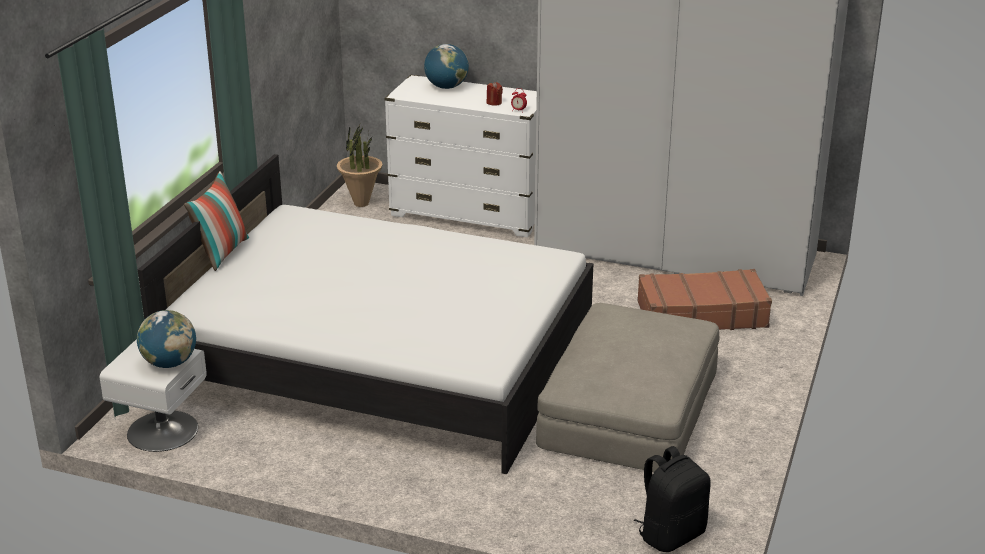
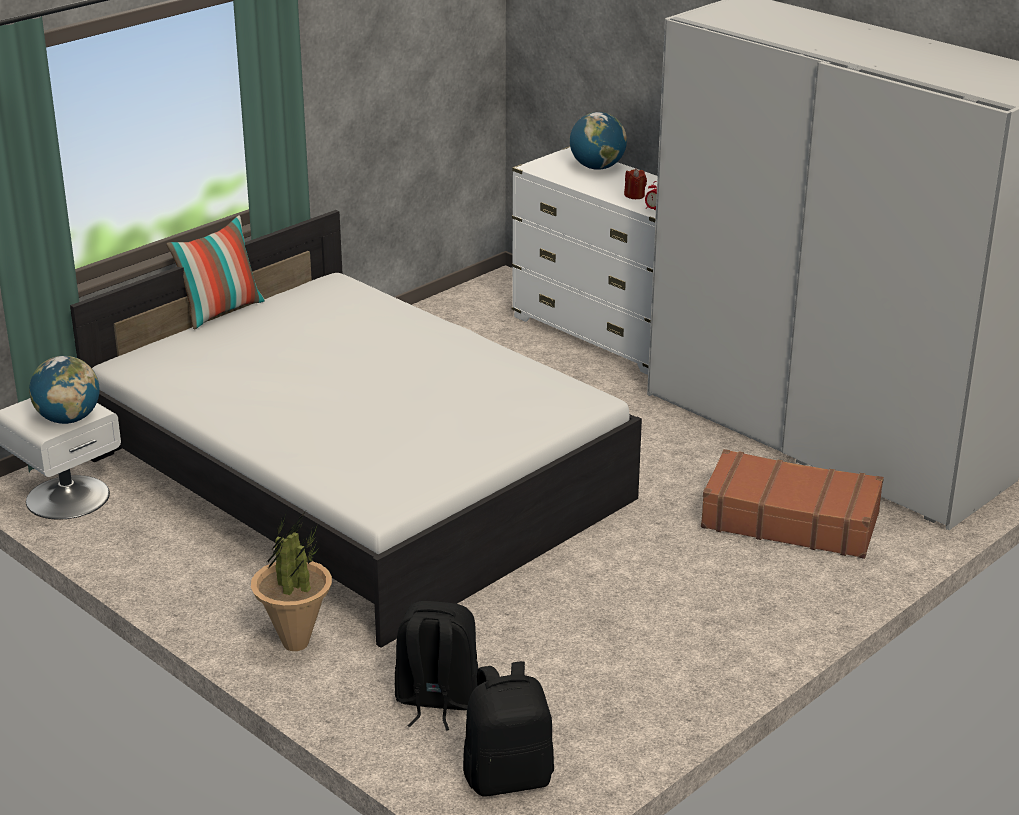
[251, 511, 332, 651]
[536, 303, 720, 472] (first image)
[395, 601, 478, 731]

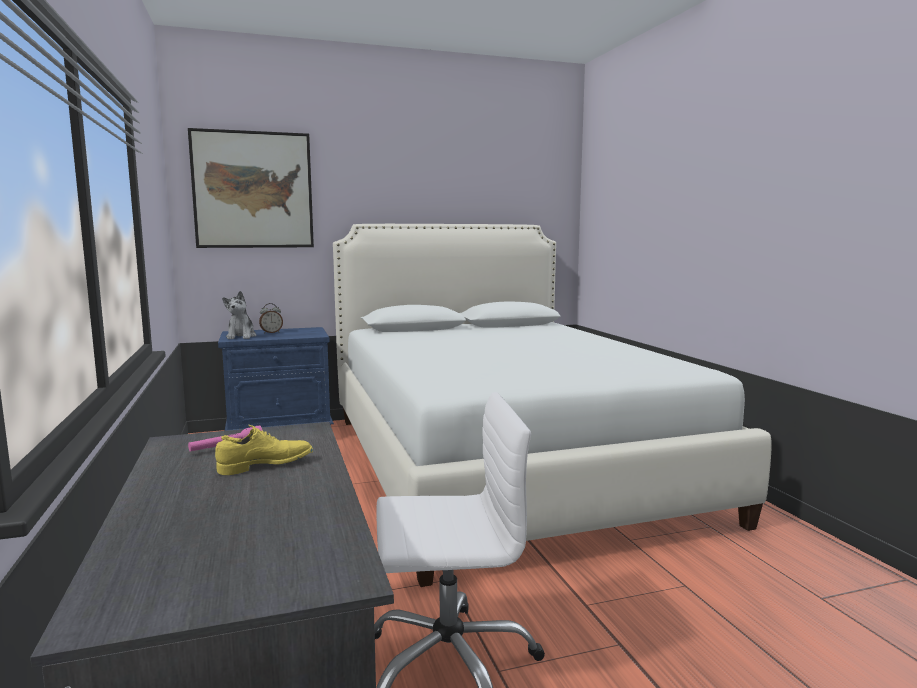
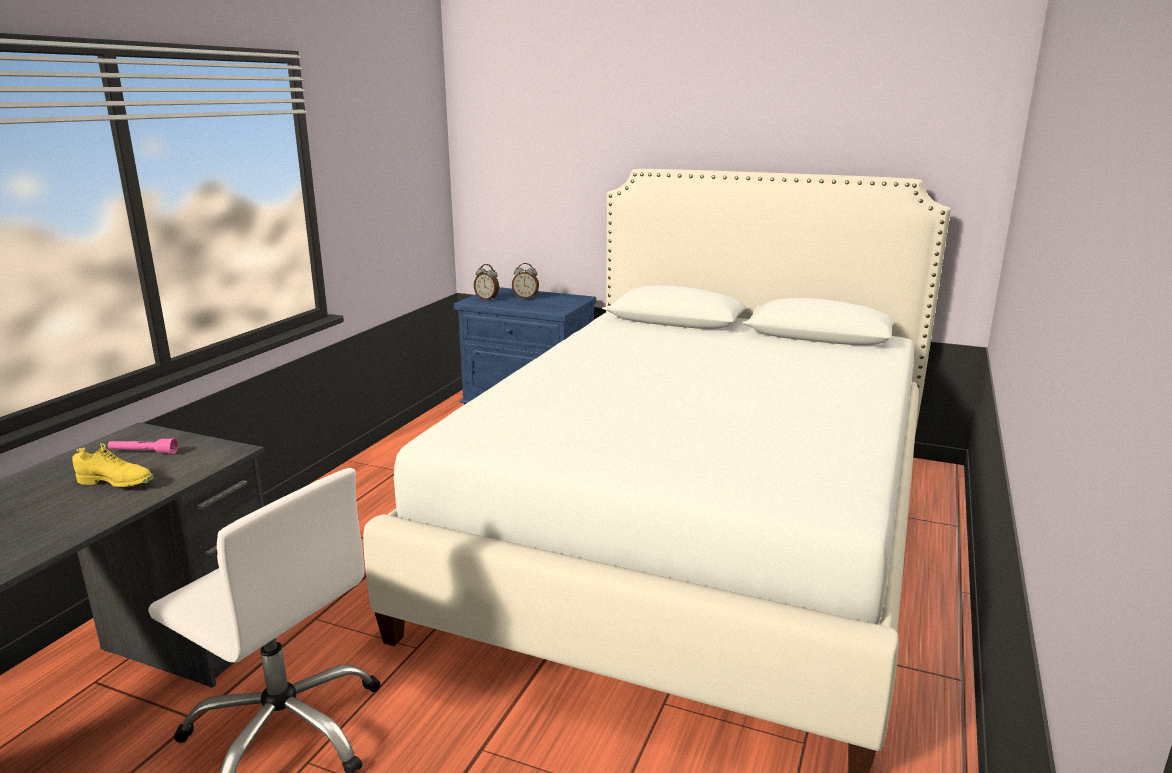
[188, 128, 314, 248] (first image)
[474, 264, 499, 301]

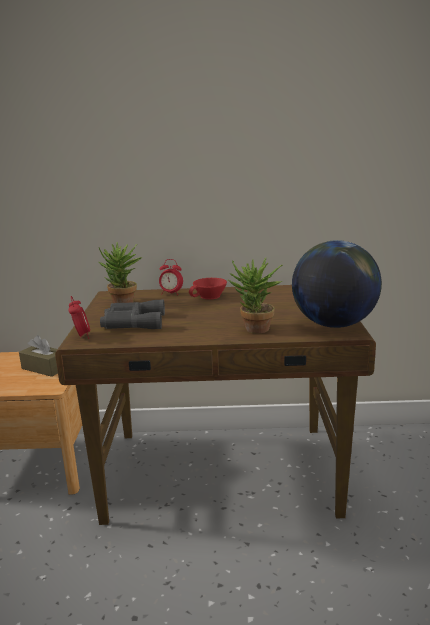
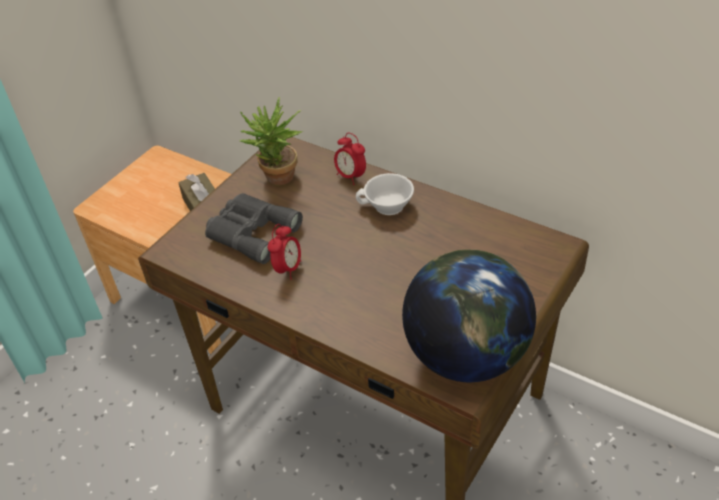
[228, 258, 283, 334] (first image)
[356, 173, 414, 215]
[268, 224, 301, 280]

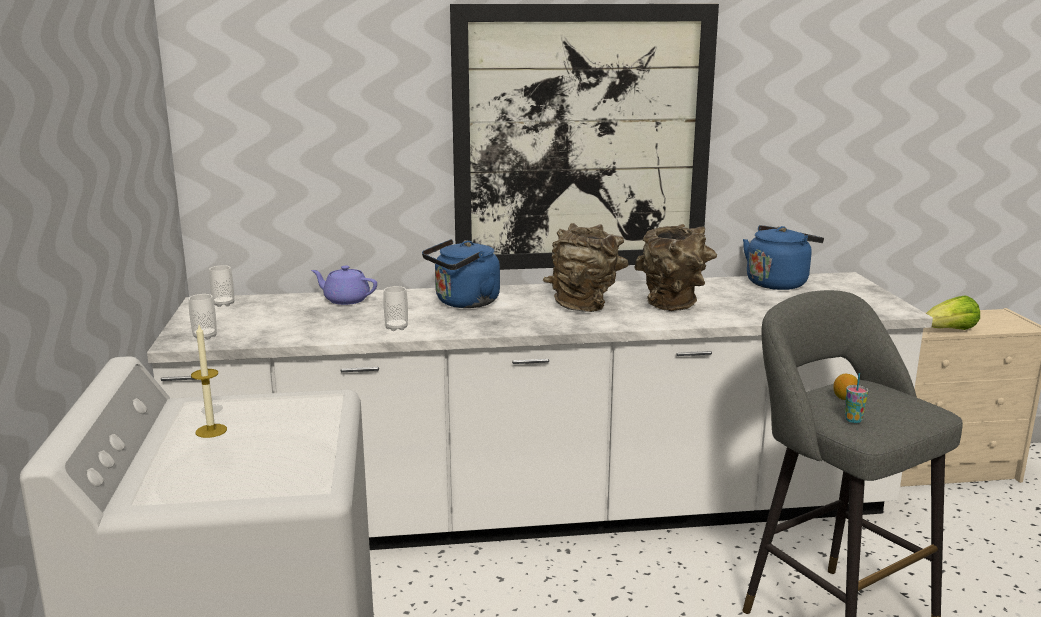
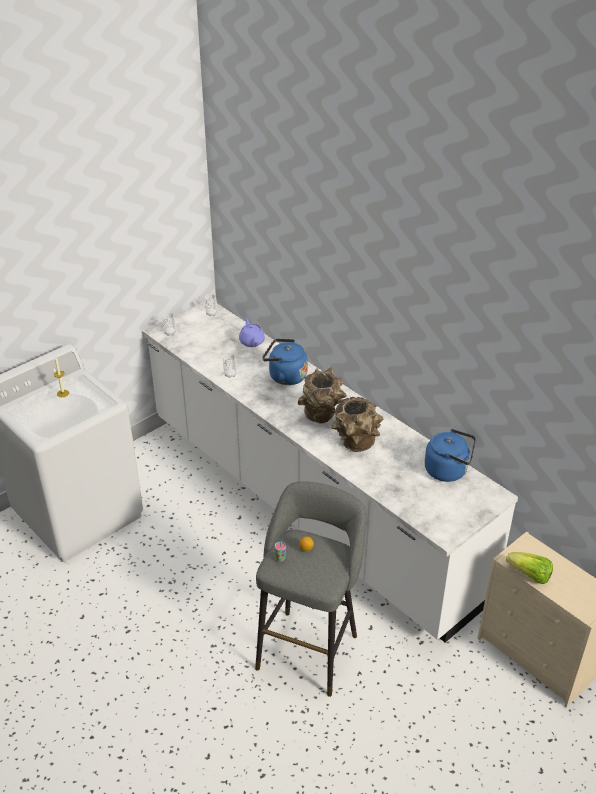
[450, 4, 719, 270] (first image)

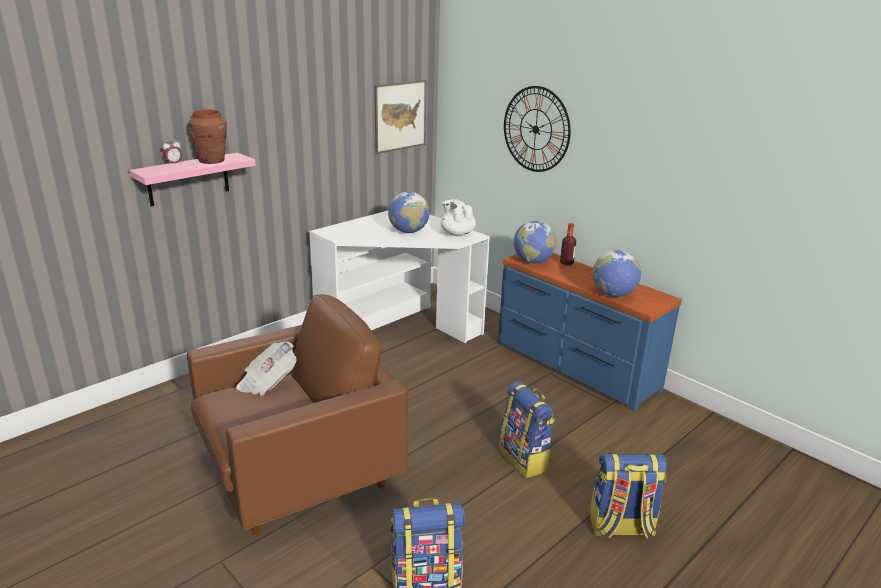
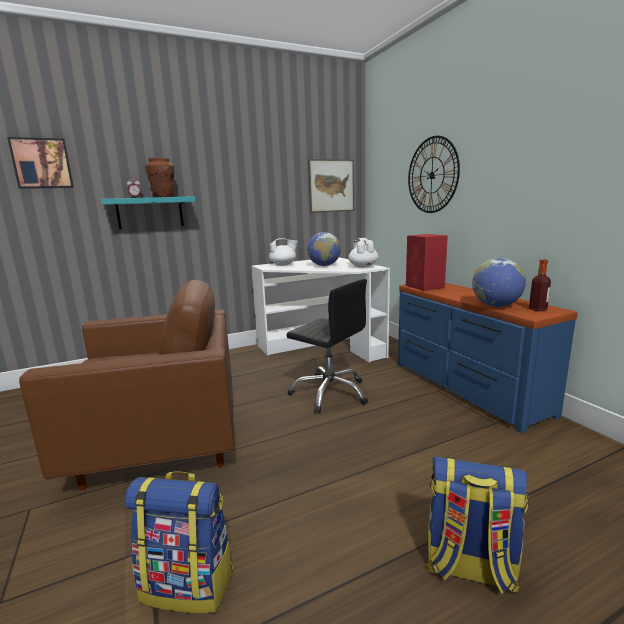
[101, 196, 196, 229]
[406, 234, 448, 291]
[529, 259, 551, 311]
[236, 341, 297, 395] (first image)
[499, 381, 555, 478] (first image)
[7, 137, 74, 189]
[269, 238, 298, 266]
[286, 279, 368, 413]

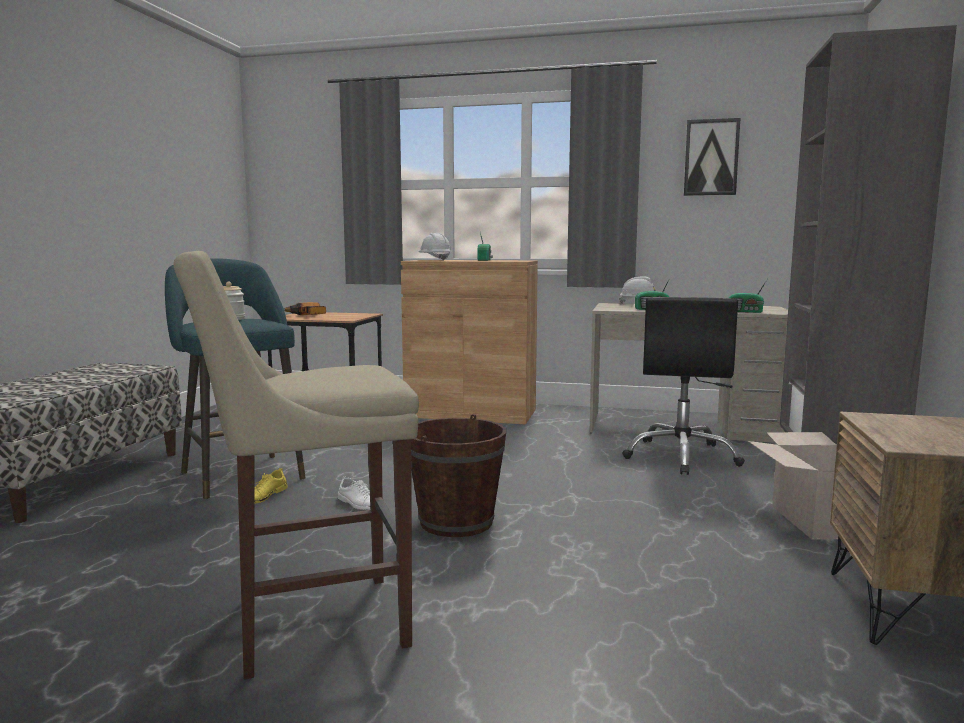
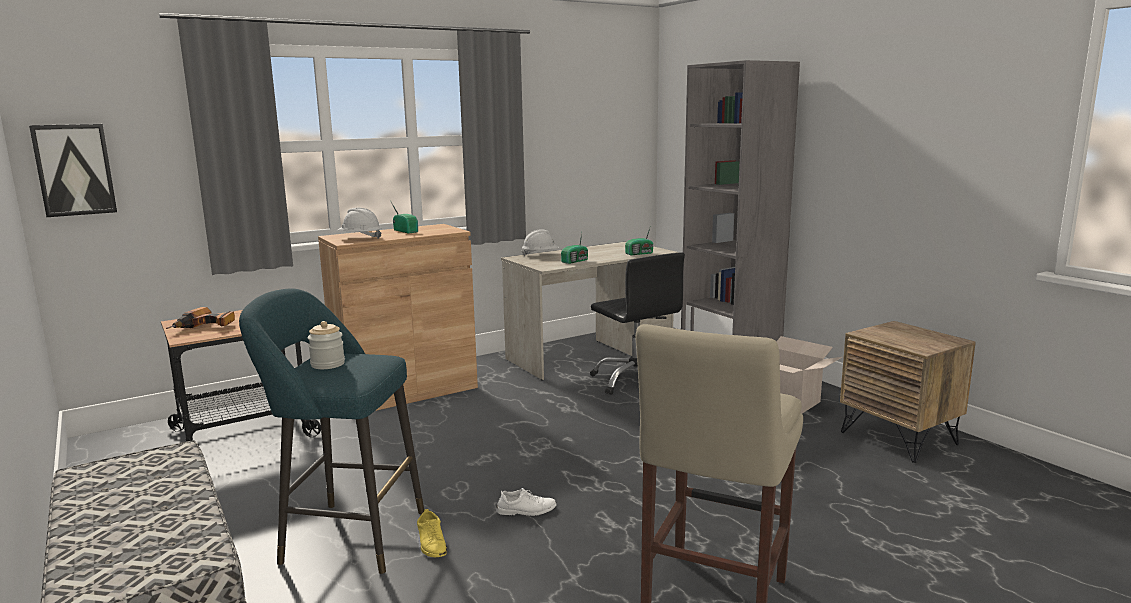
[29, 124, 117, 217]
[411, 414, 506, 537] (first image)

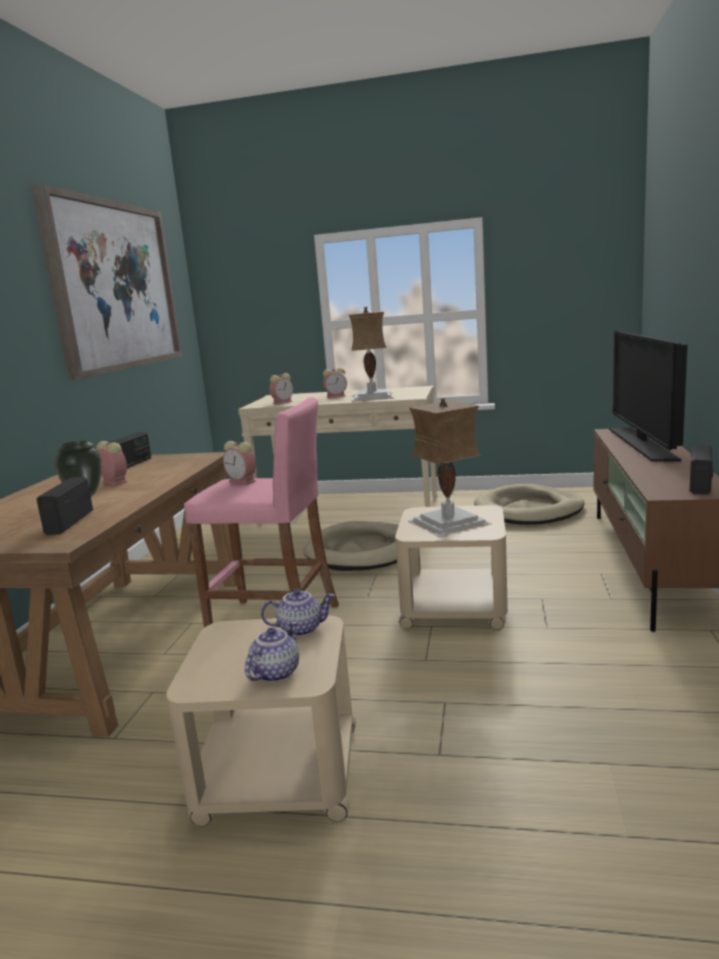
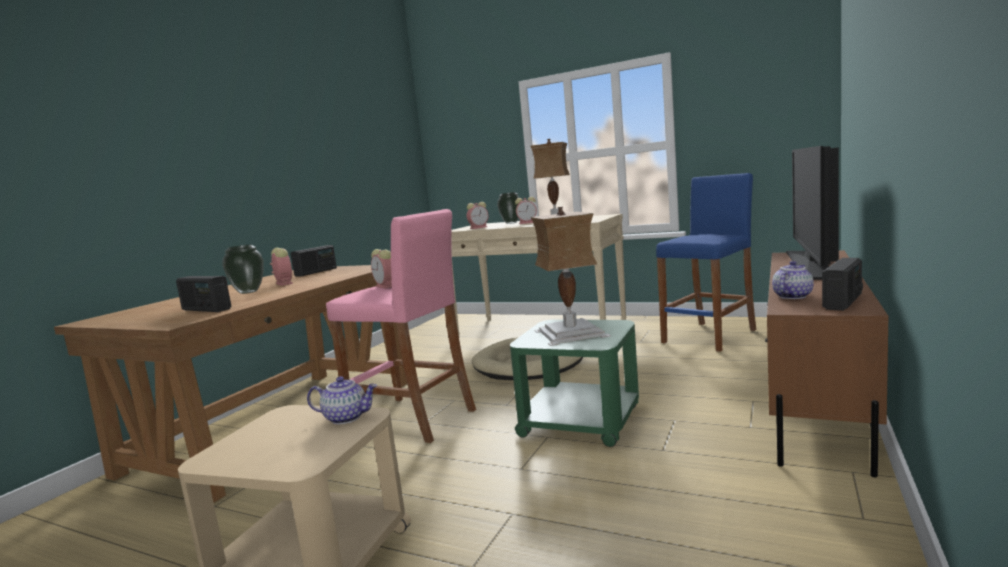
[31, 184, 182, 380] (first image)
[176, 276, 232, 312]
[656, 173, 756, 352]
[510, 319, 639, 447]
[772, 261, 814, 299]
[497, 192, 520, 224]

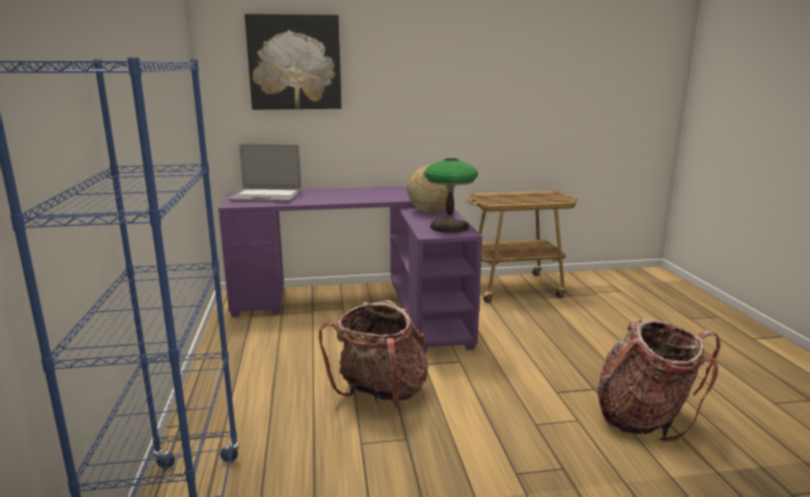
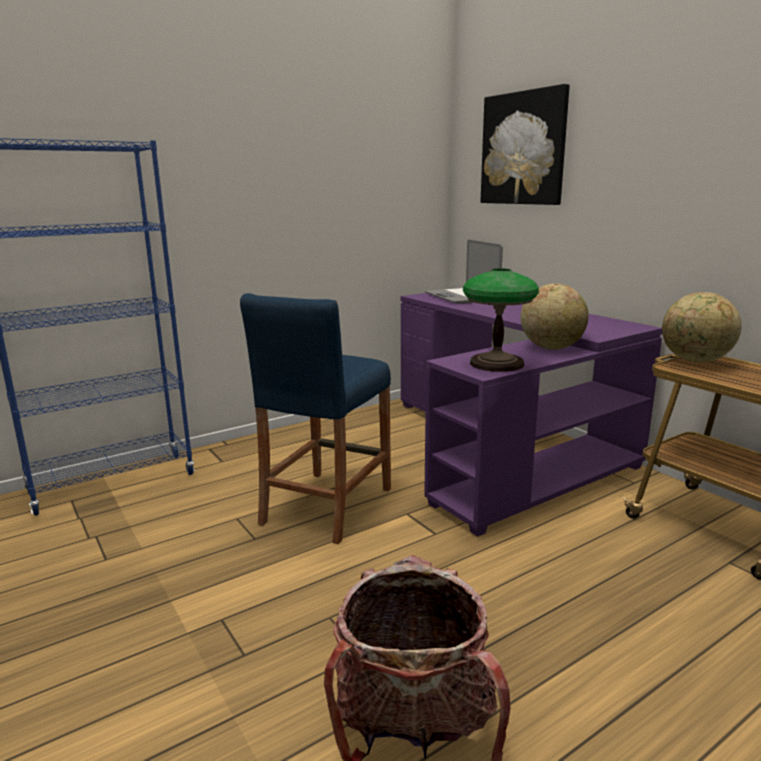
[240, 293, 391, 544]
[662, 292, 742, 362]

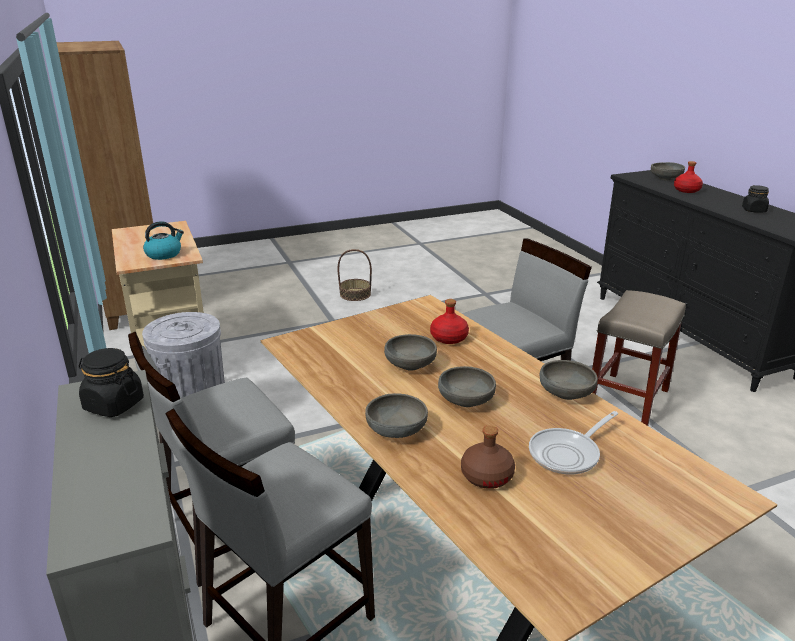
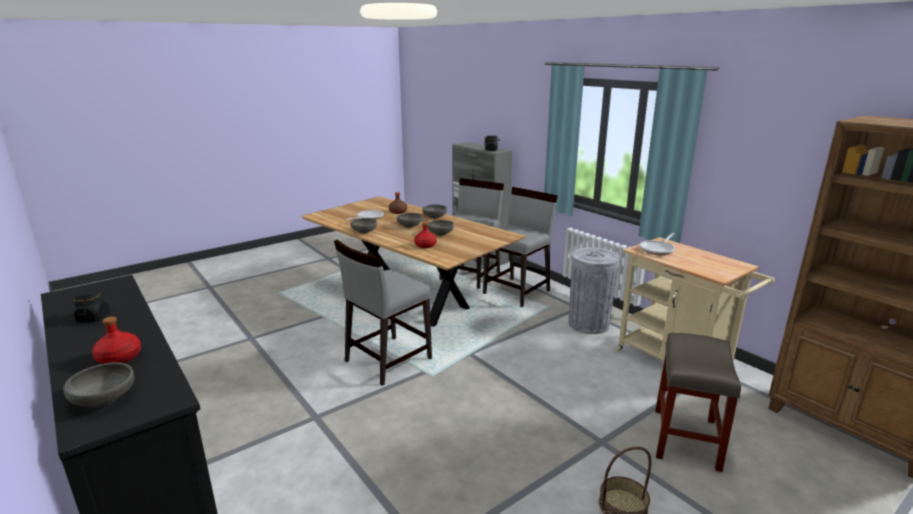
[640, 233, 675, 255]
[655, 333, 741, 472]

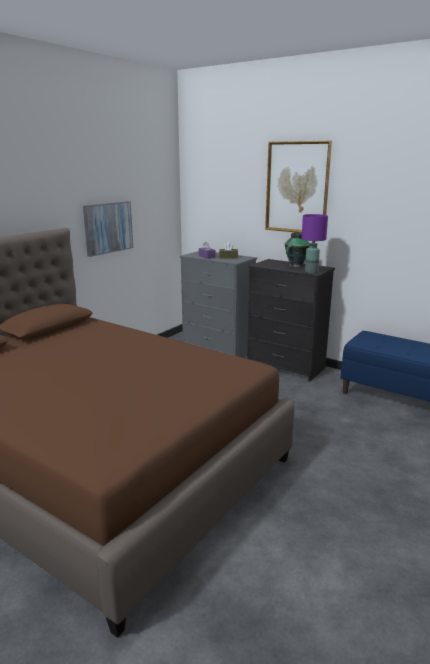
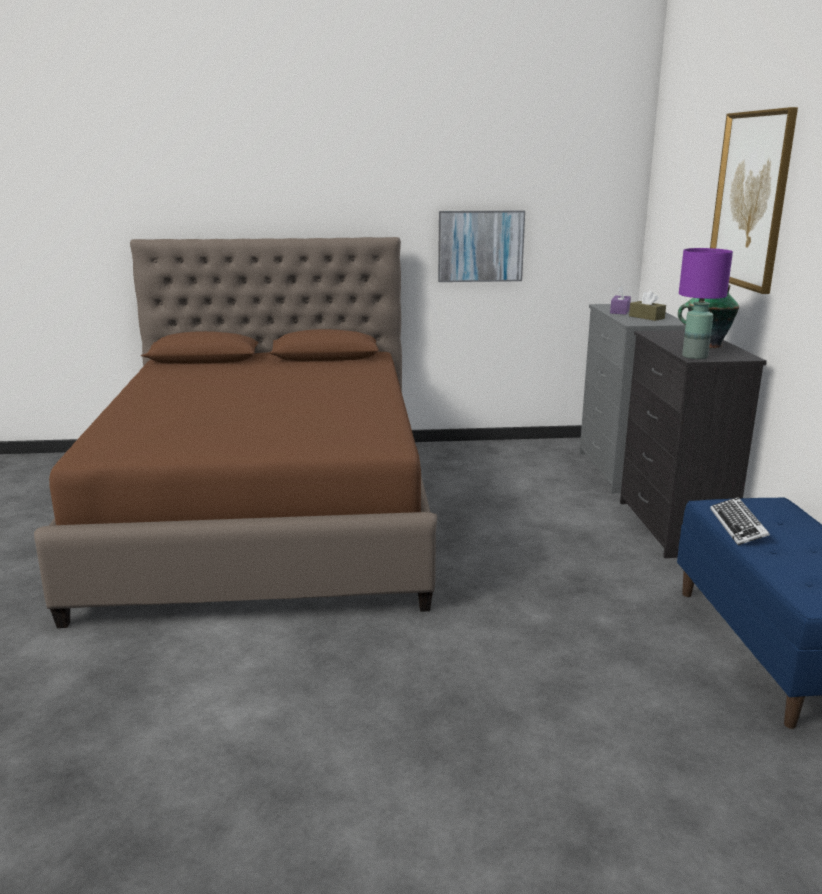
[710, 497, 770, 545]

